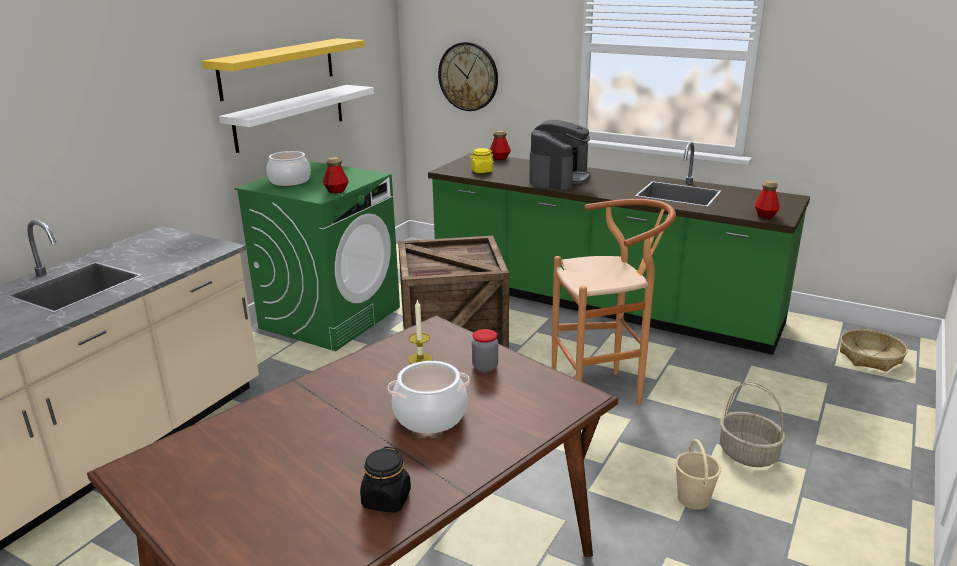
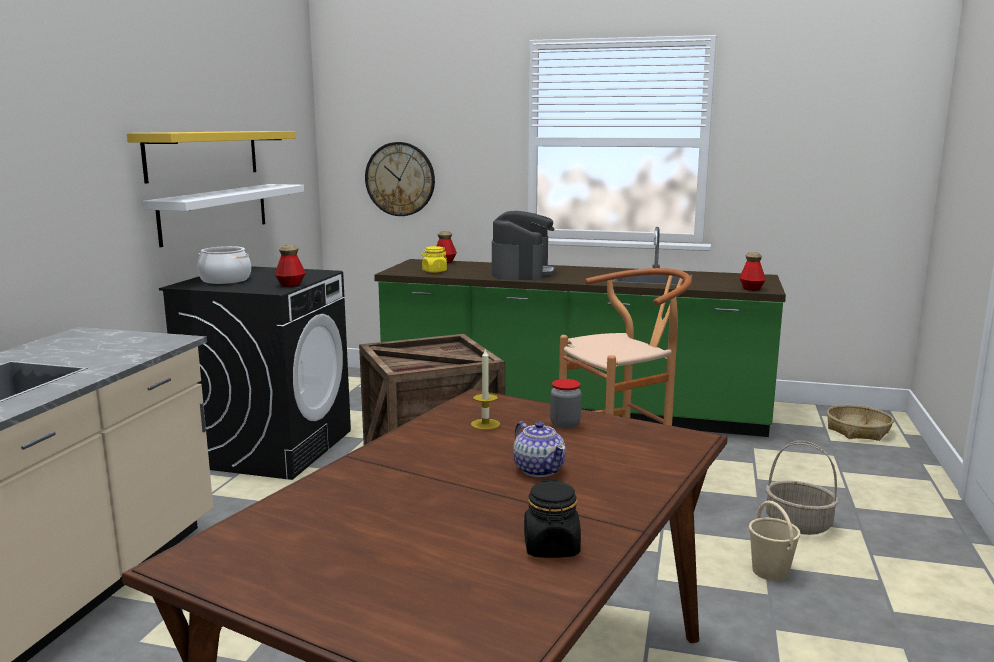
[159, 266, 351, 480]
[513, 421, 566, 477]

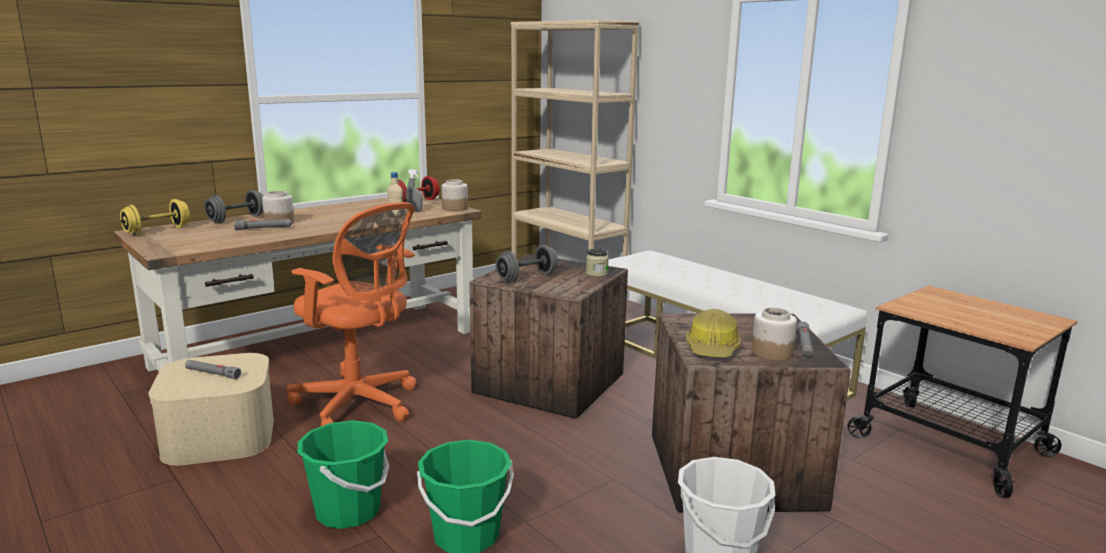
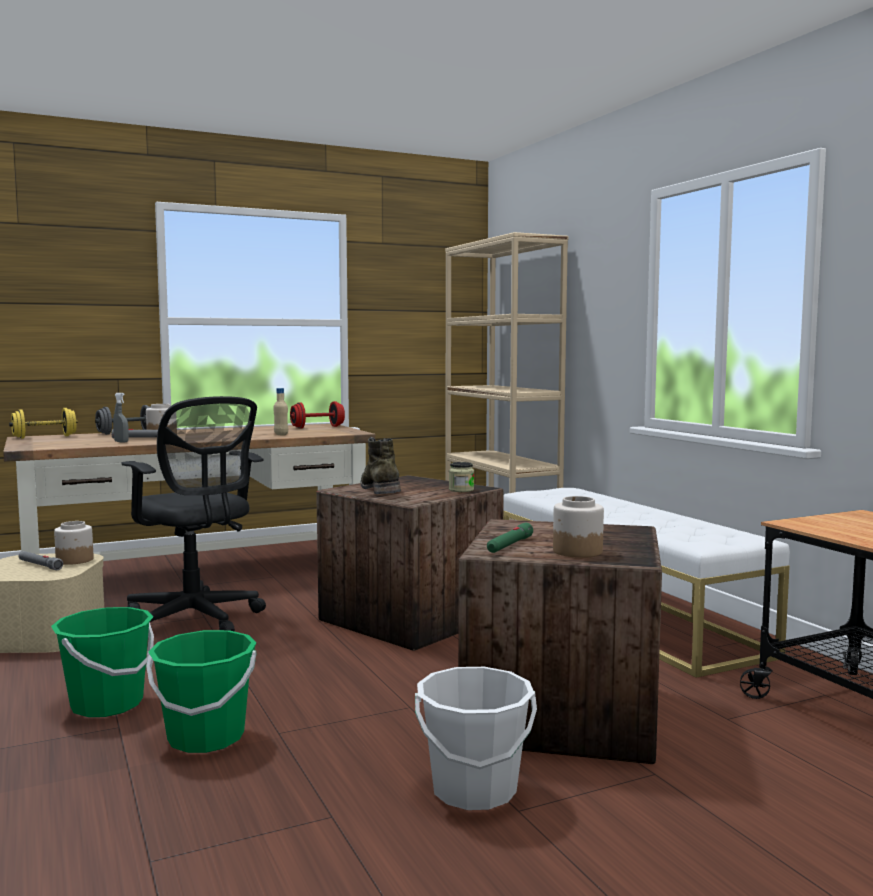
[113, 393, 129, 443]
[54, 521, 94, 565]
[122, 396, 266, 632]
[361, 437, 401, 494]
[487, 523, 533, 553]
[796, 321, 813, 357] (first image)

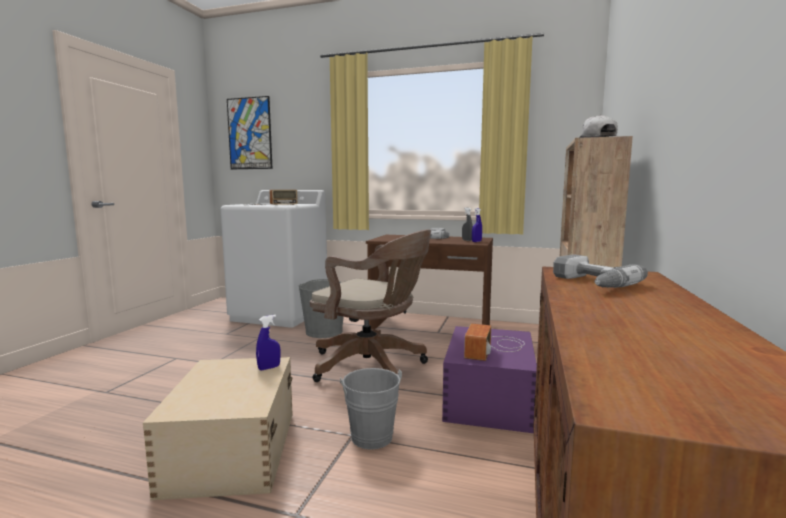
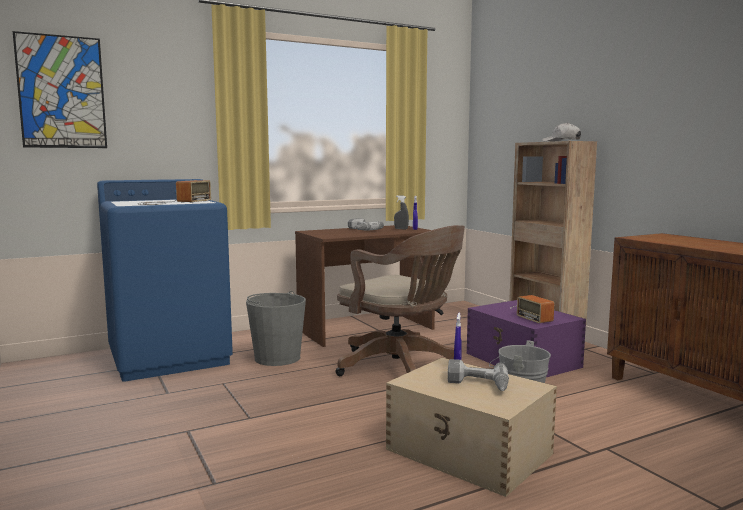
[97, 179, 233, 382]
[336, 225, 465, 376]
[448, 359, 509, 391]

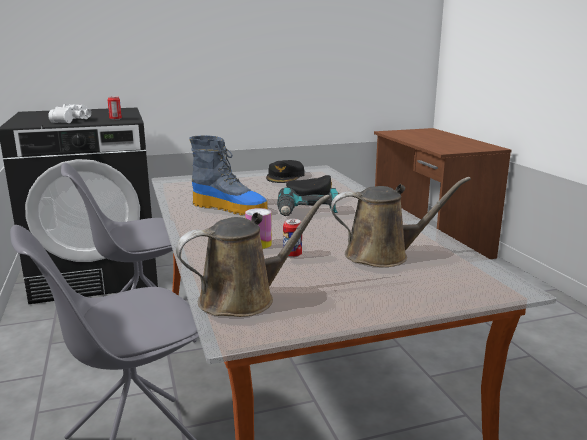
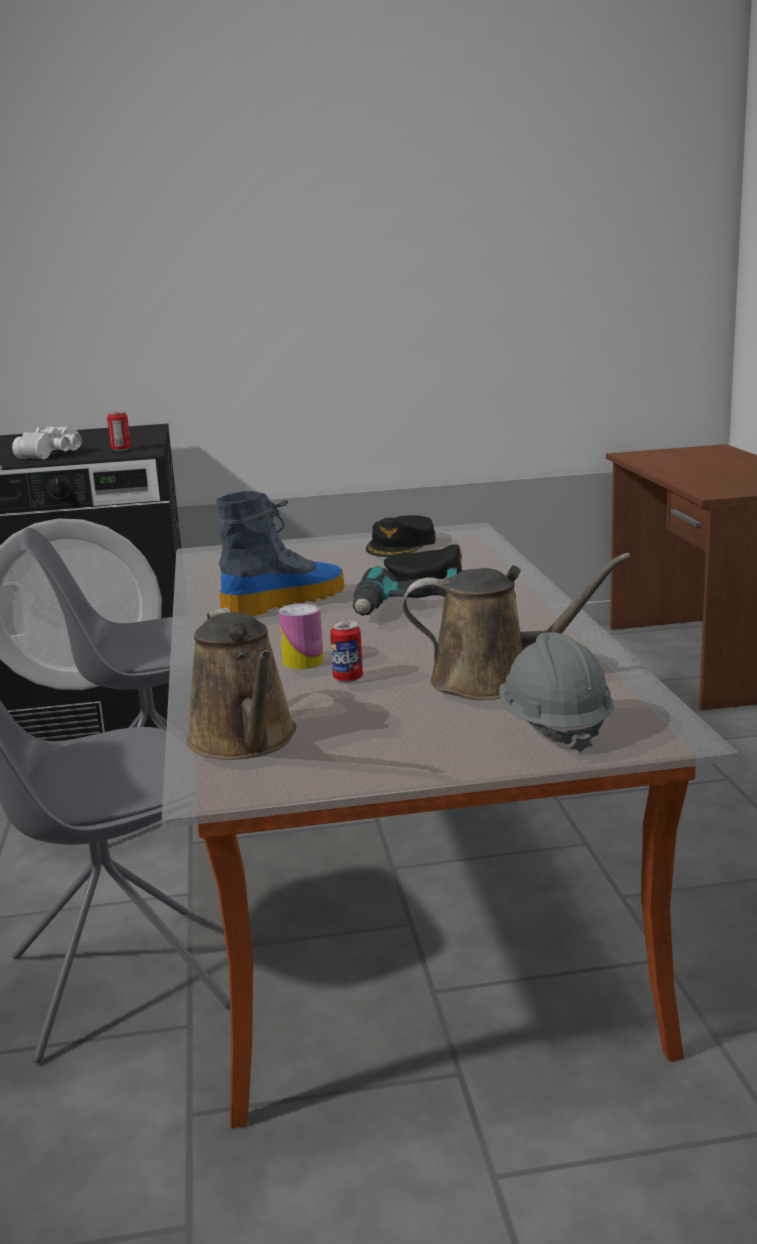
[216, 491, 344, 617]
[187, 607, 297, 760]
[499, 632, 614, 753]

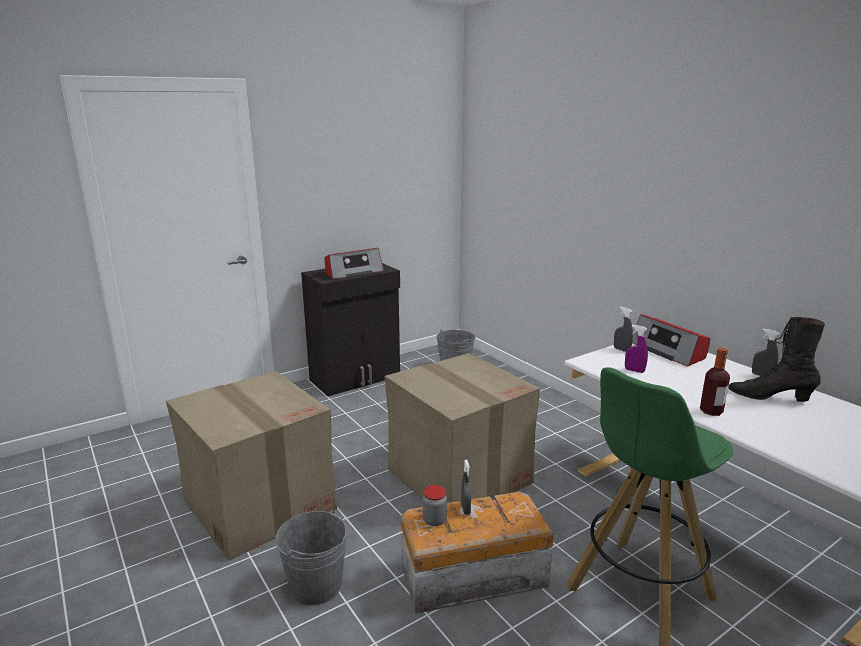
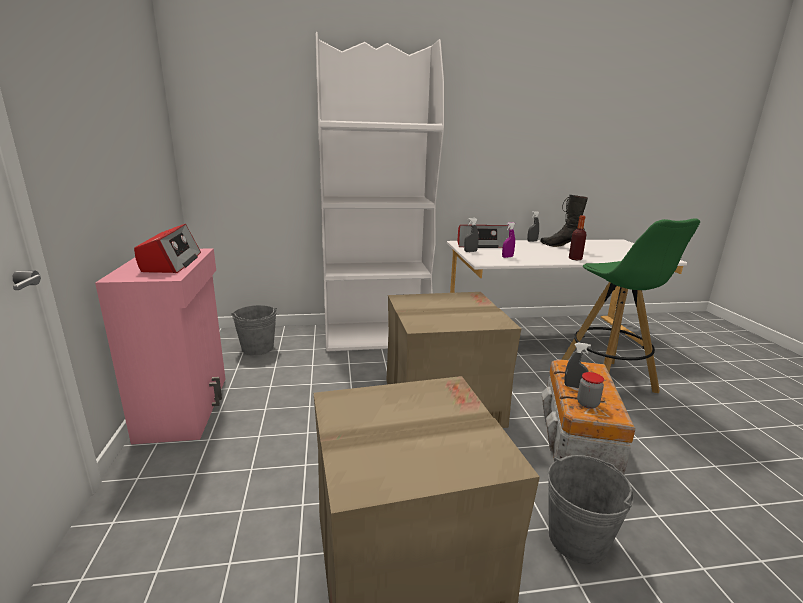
[95, 249, 225, 444]
[540, 195, 588, 247]
[316, 32, 444, 351]

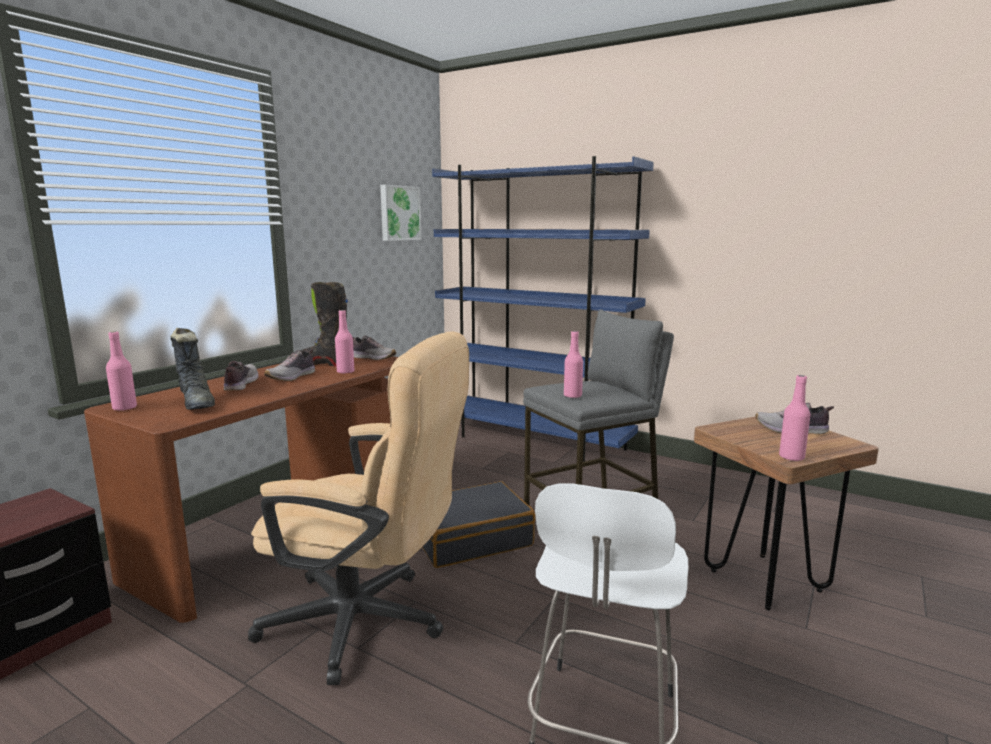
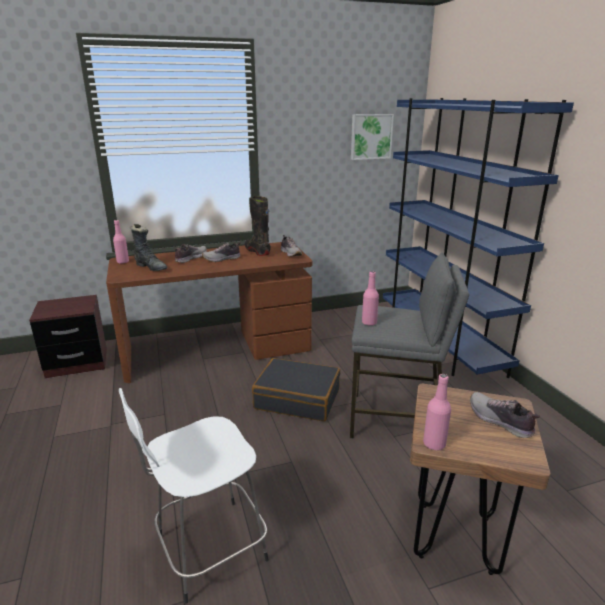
[335, 310, 354, 374] (first image)
[130, 224, 168, 271]
[248, 331, 469, 685] (first image)

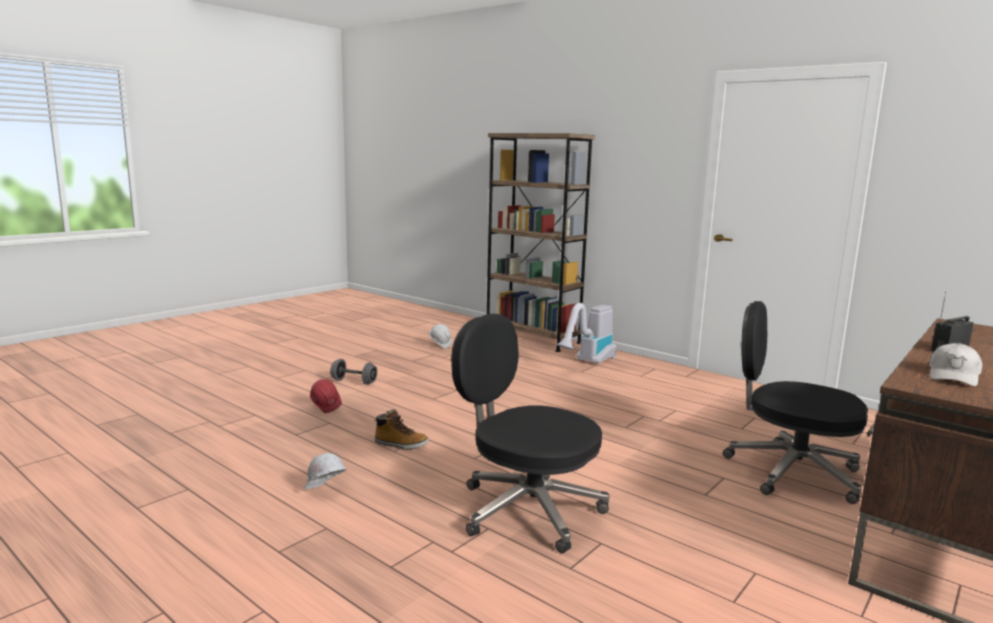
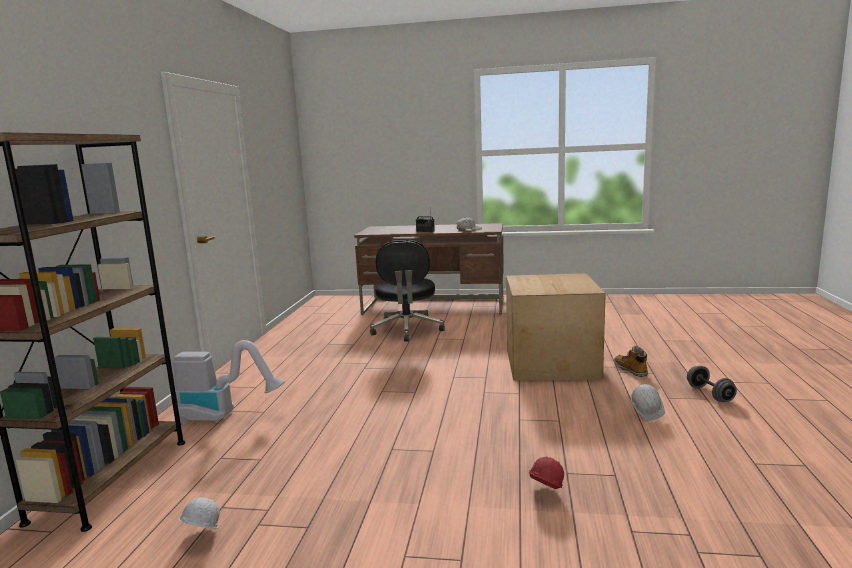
[506, 273, 606, 381]
[687, 366, 737, 402]
[614, 346, 648, 377]

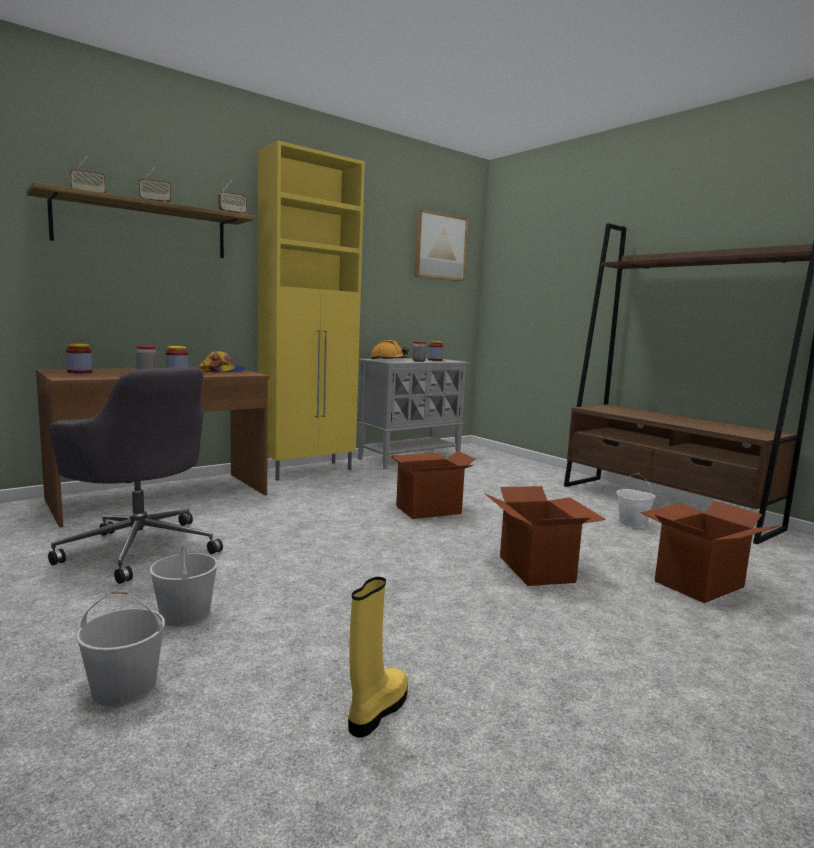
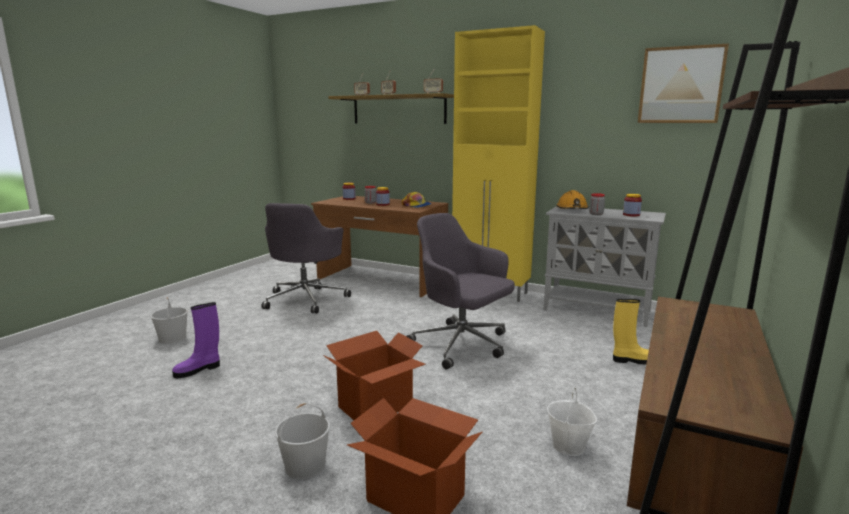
[406, 213, 515, 370]
[275, 403, 330, 480]
[613, 299, 649, 364]
[172, 302, 220, 378]

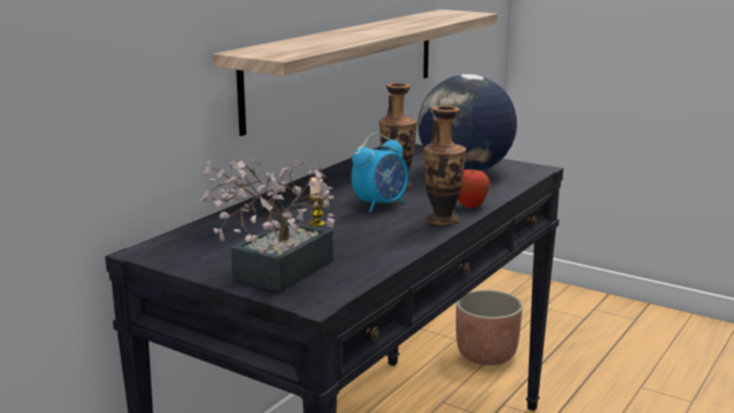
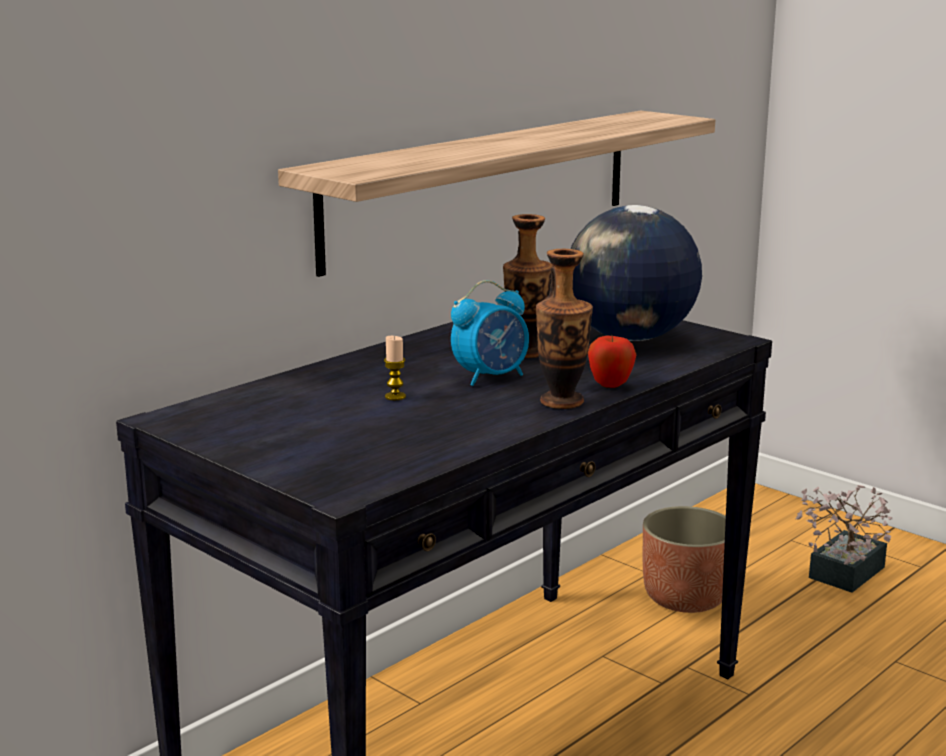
[796, 485, 892, 593]

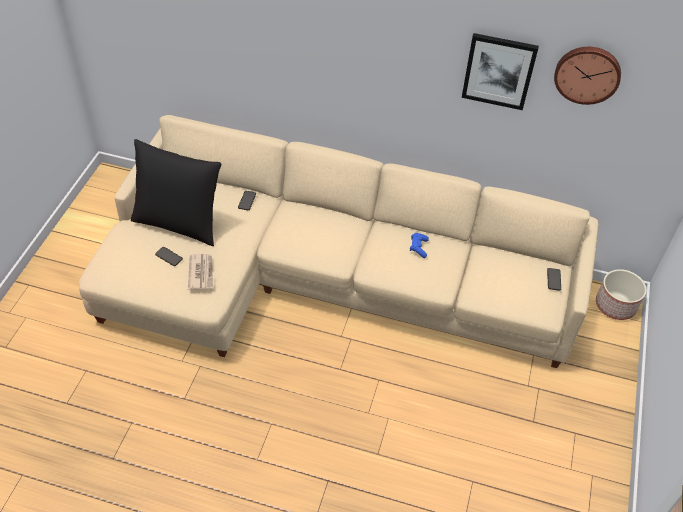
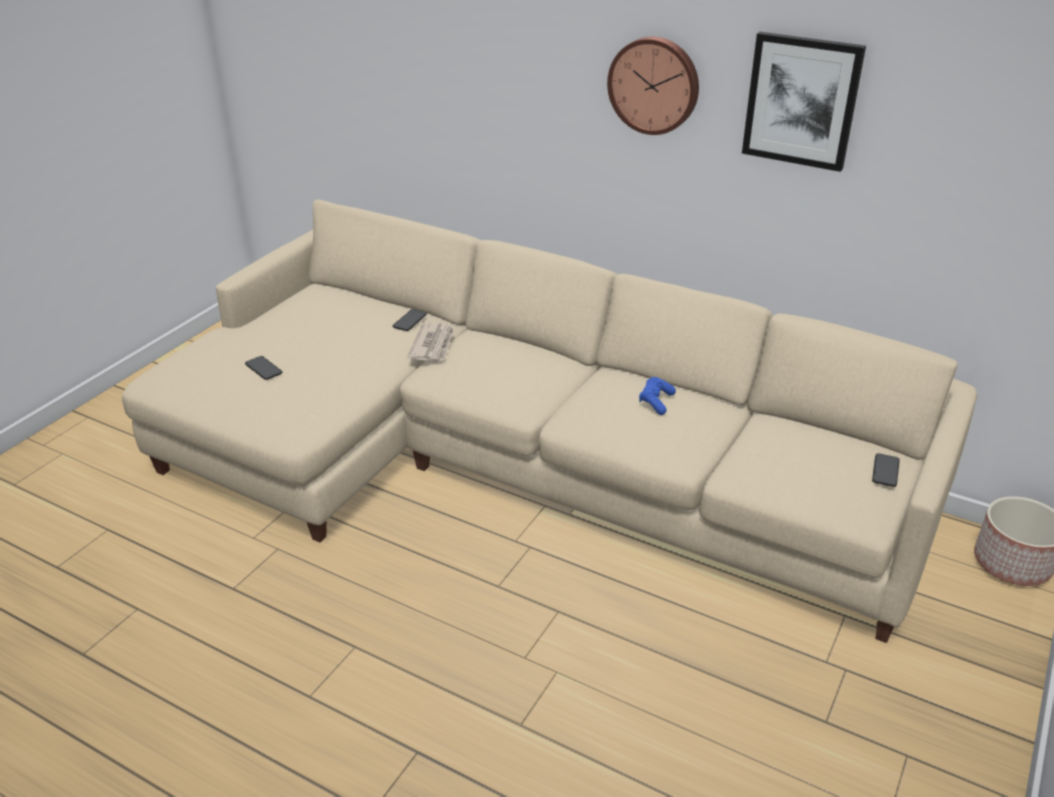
[607, 37, 699, 135]
[131, 139, 221, 246] (first image)
[407, 323, 454, 362]

